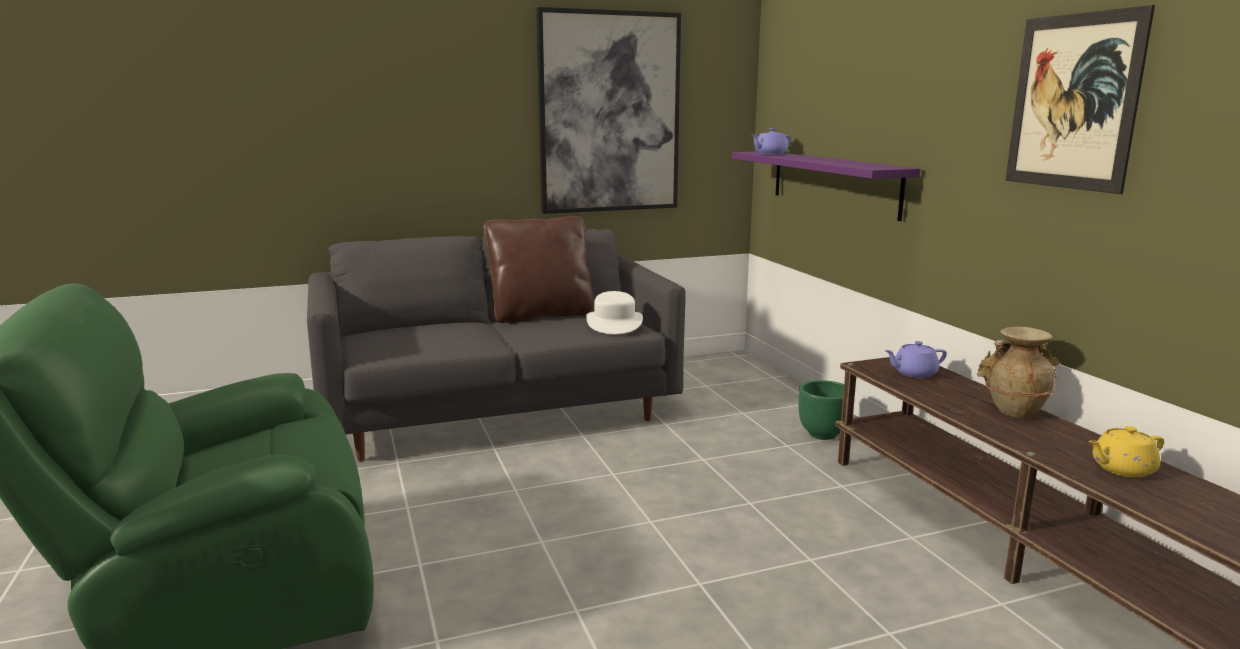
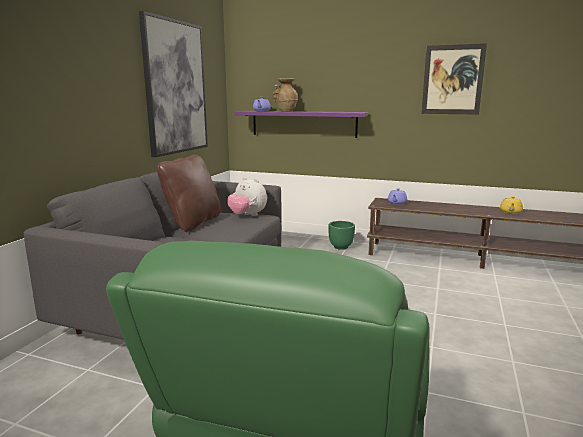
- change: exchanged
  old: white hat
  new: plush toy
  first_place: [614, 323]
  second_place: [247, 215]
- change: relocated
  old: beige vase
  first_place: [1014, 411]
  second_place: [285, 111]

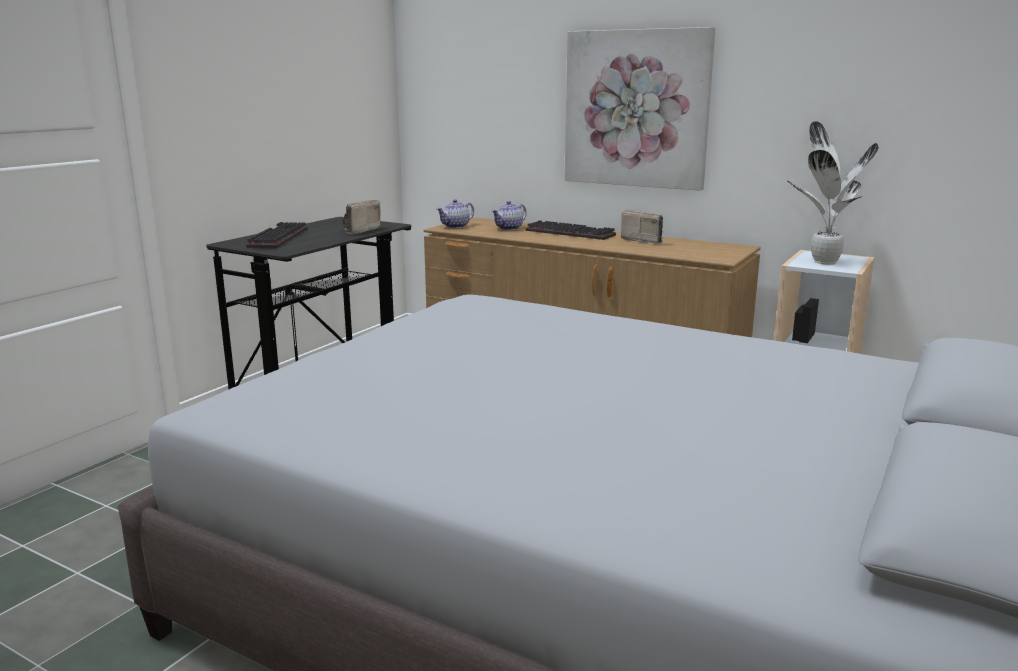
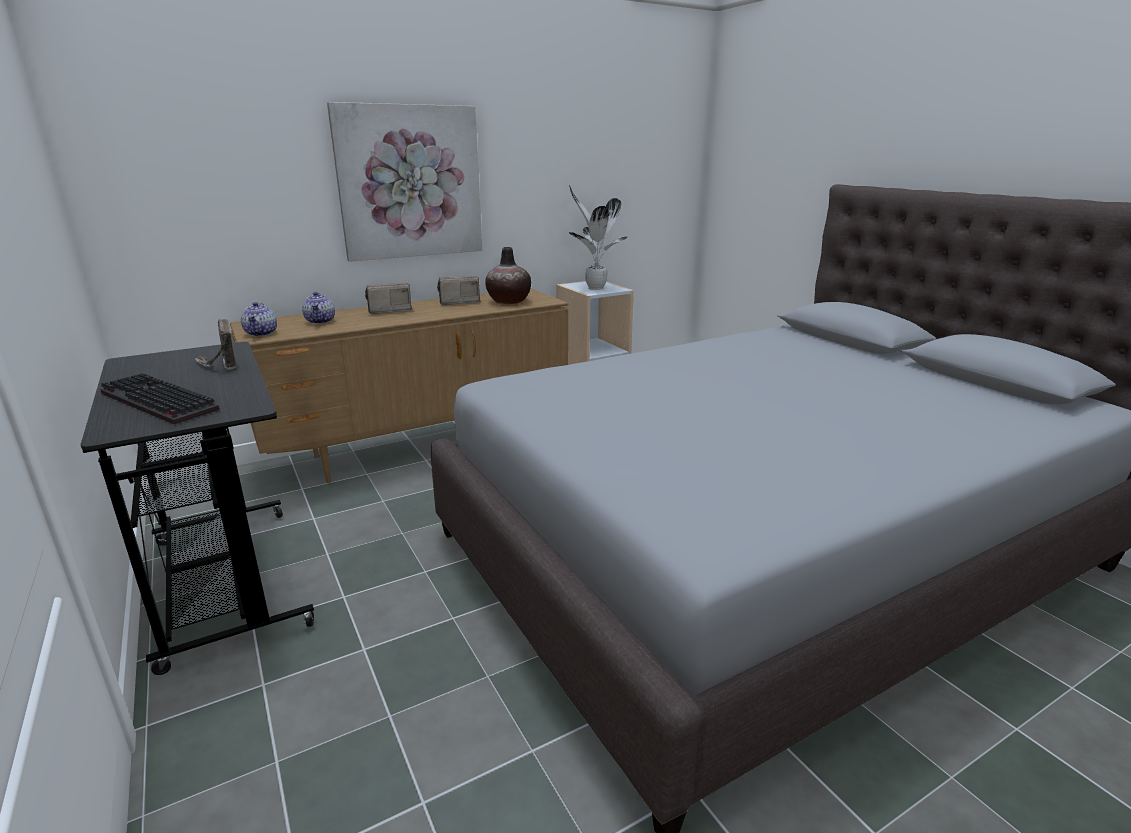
- change: exchanged
  old: keyboard
  new: radio
  first_place: [572, 233]
  second_place: [388, 311]
- change: appeared
  new: vase
  second_place: [508, 301]

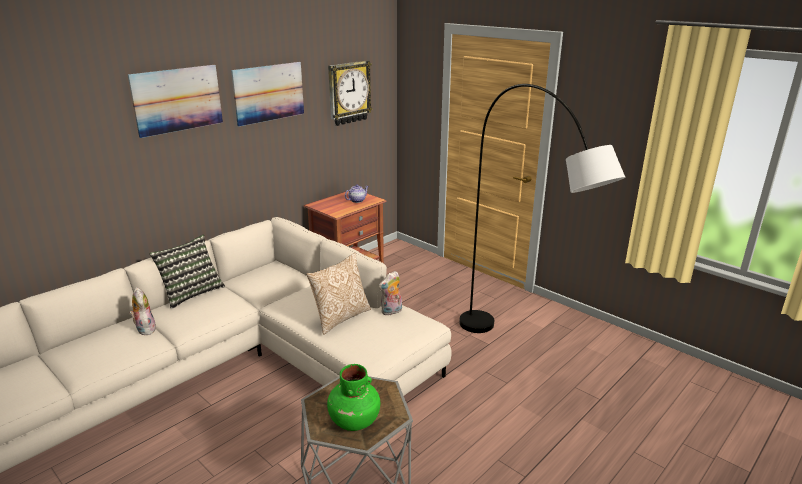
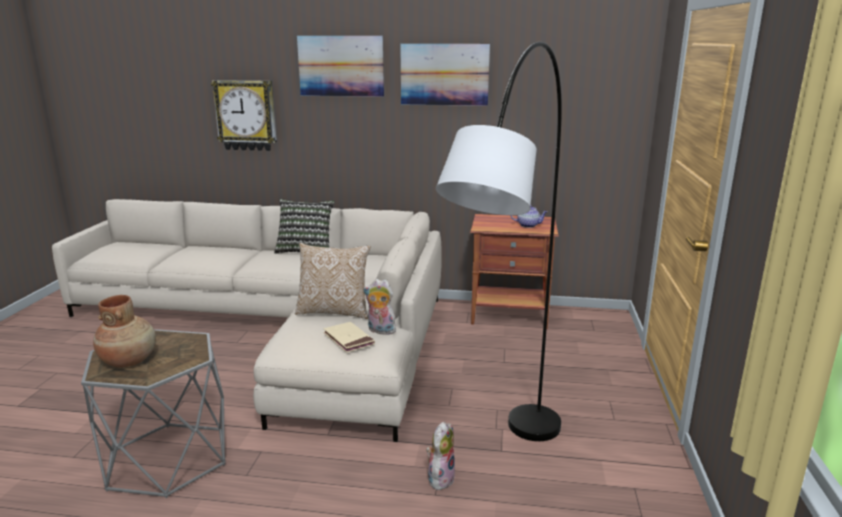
- change: relocated
  old: plush toy
  first_place: [144, 329]
  second_place: [440, 478]
- change: colour
  old: green vase
  new: brown vase
  first_place: [354, 420]
  second_place: [129, 360]
- change: relocated
  old: wall clock
  first_place: [349, 93]
  second_place: [246, 115]
- change: appeared
  new: beige book
  second_place: [348, 339]

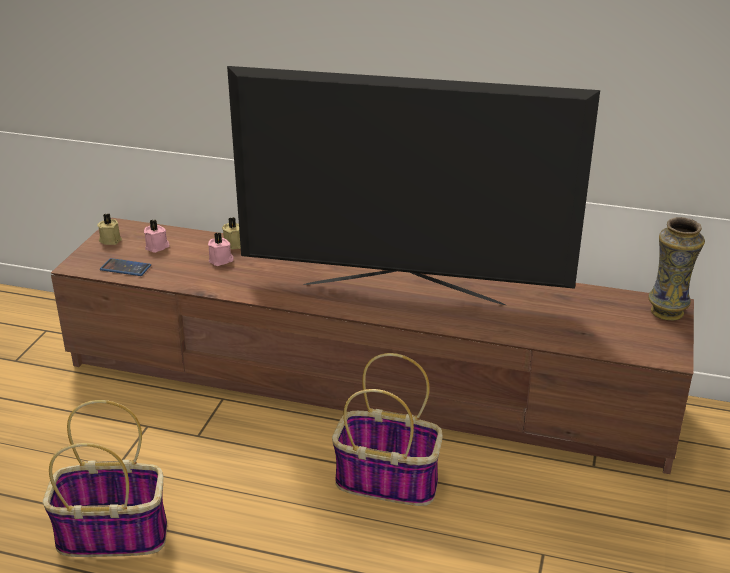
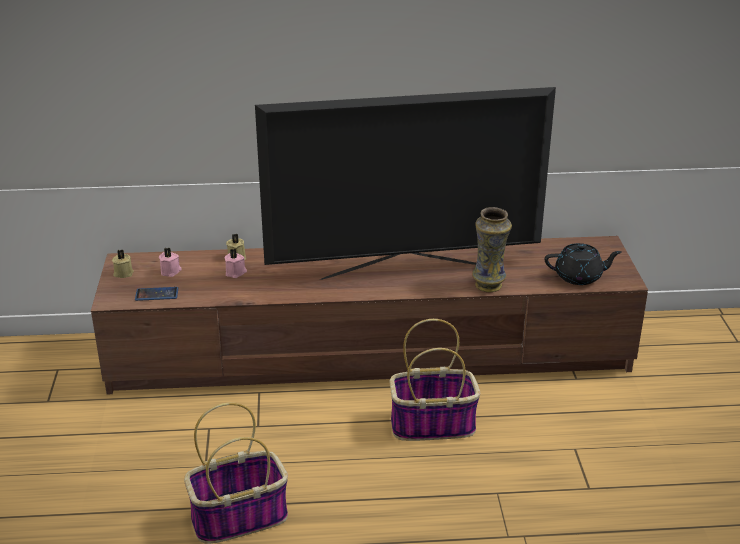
- change: relocated
  old: vase
  first_place: [667, 312]
  second_place: [489, 286]
- change: appeared
  new: black teapot
  second_place: [579, 277]

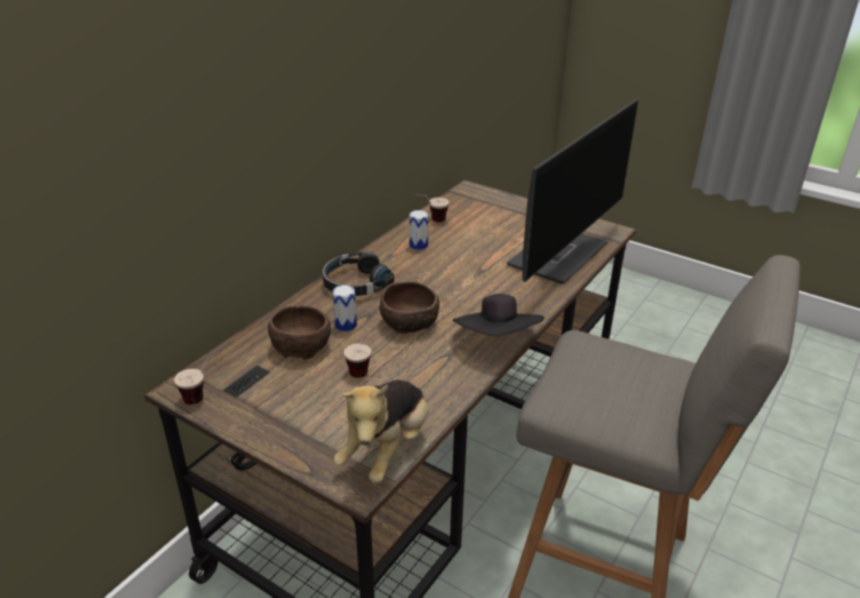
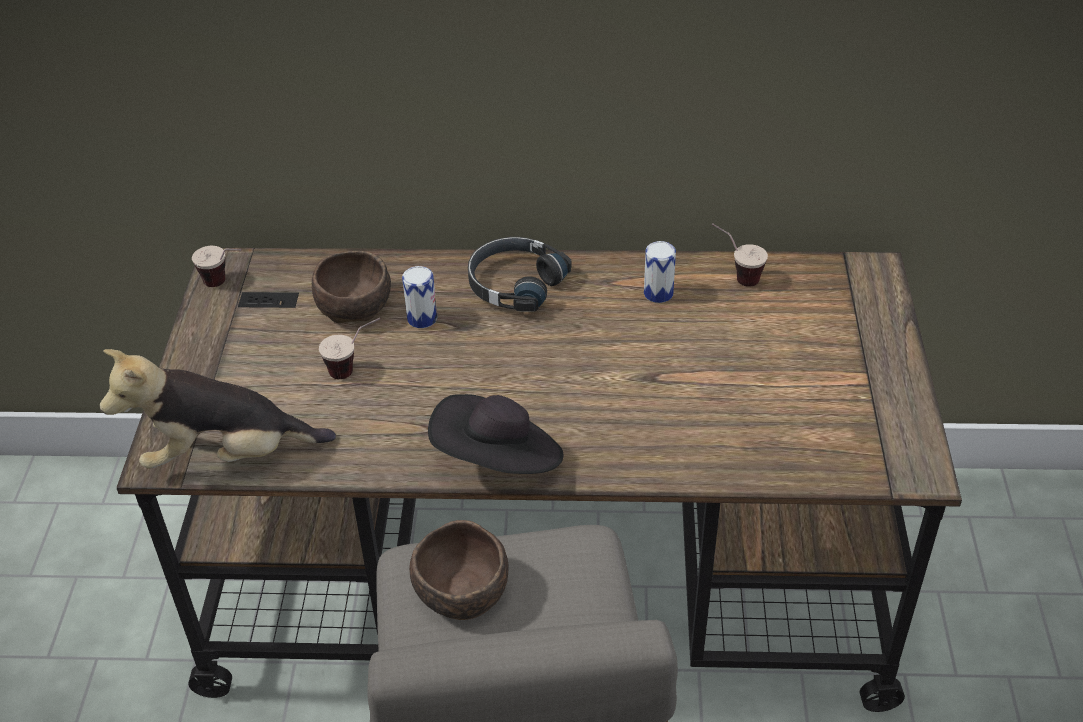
- change: relocated
  old: brown bowl
  first_place: [410, 323]
  second_place: [462, 592]
- change: missing
  old: monitor
  first_place: [558, 254]

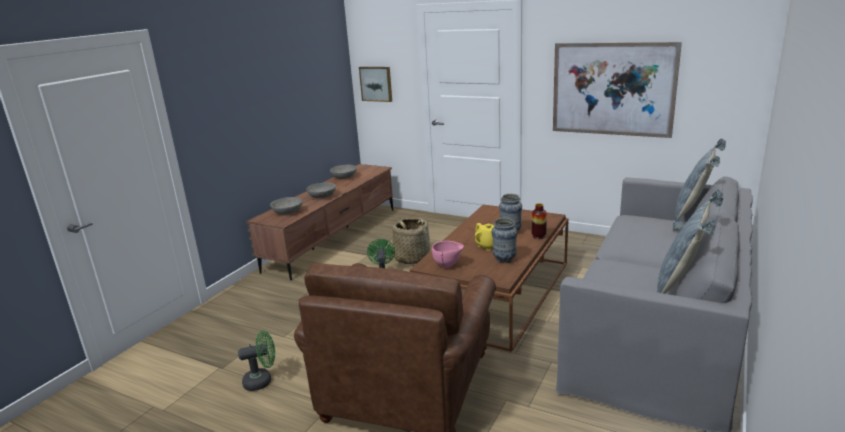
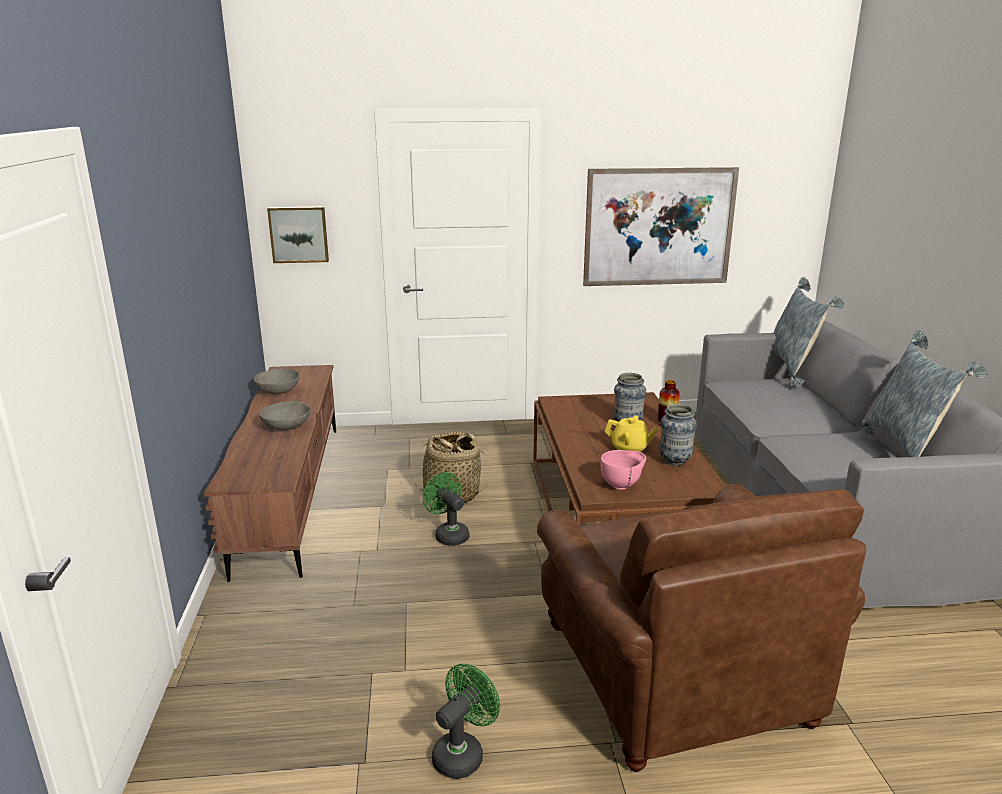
- change: missing
  old: grey bowl
  first_place: [288, 212]

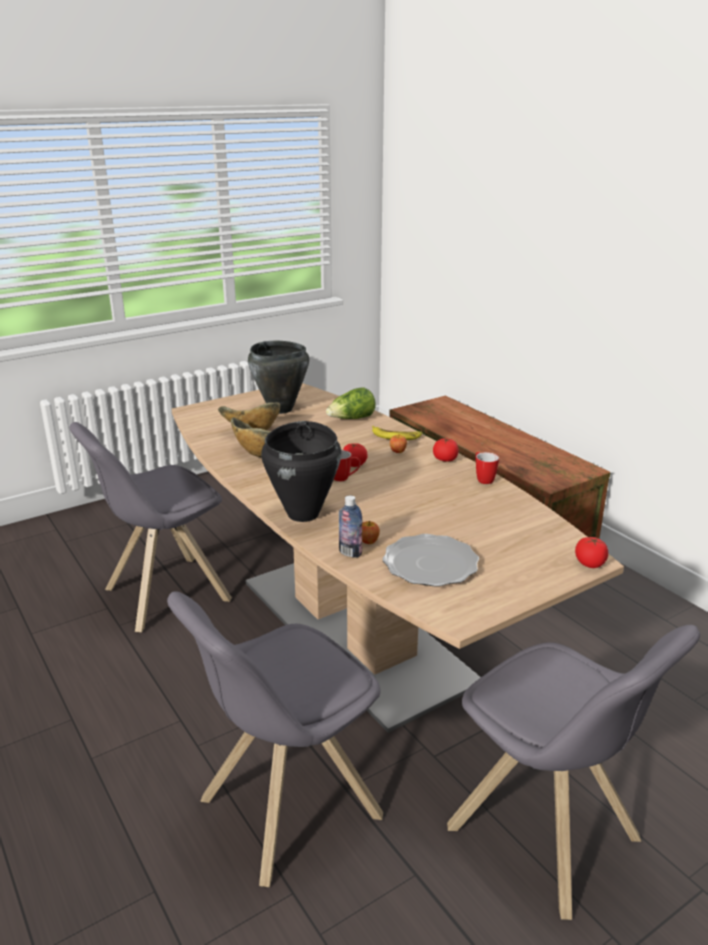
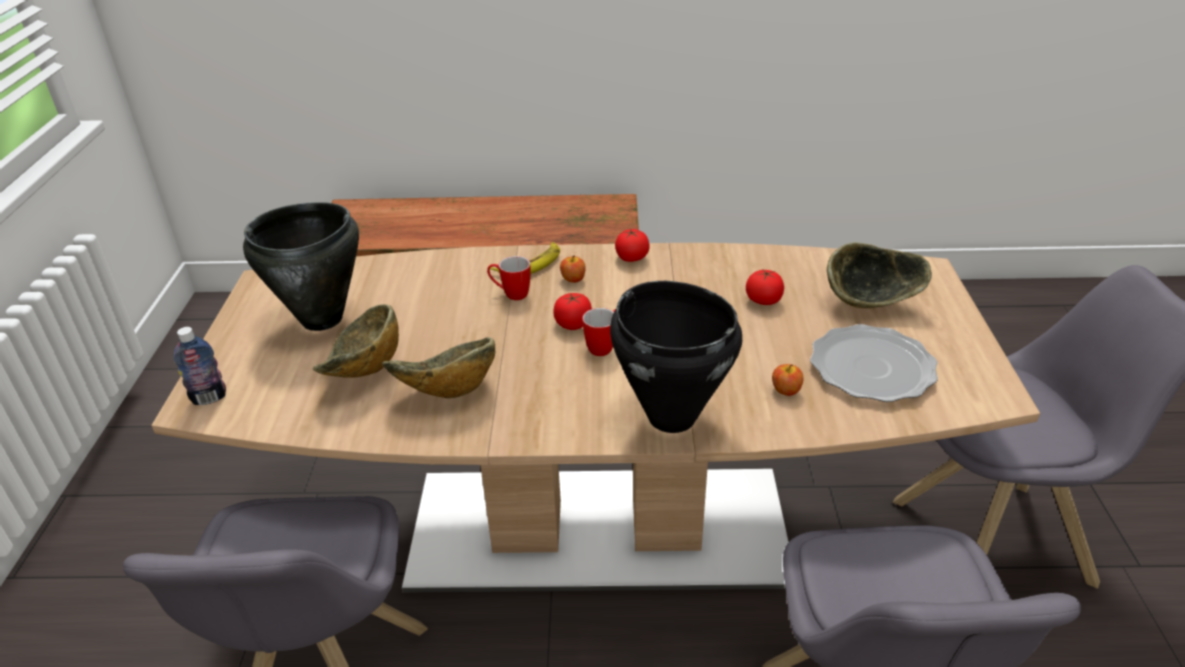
- change: missing
  old: lettuce
  first_place: [351, 419]
- change: relocated
  old: bottle
  first_place: [350, 553]
  second_place: [209, 398]
- change: relocated
  old: mug
  first_place: [483, 479]
  second_place: [510, 294]
- change: relocated
  old: tomato
  first_place: [589, 563]
  second_place: [763, 300]
- change: appeared
  new: bowl
  second_place: [869, 304]

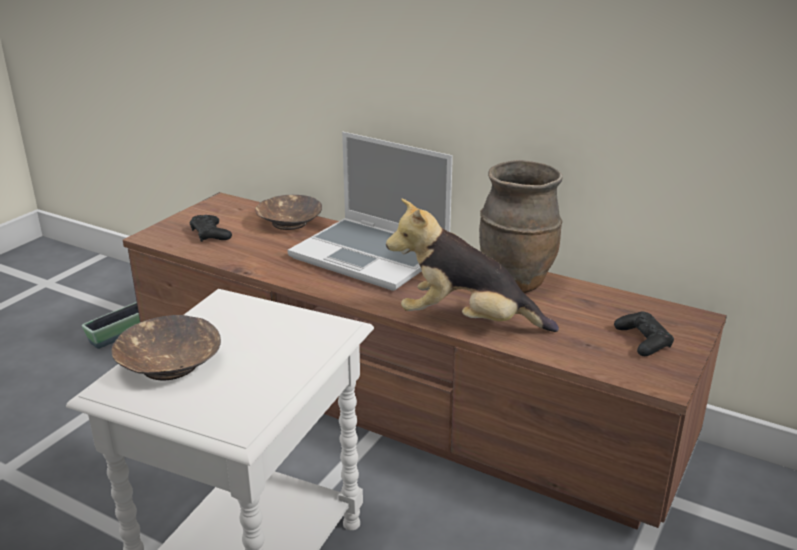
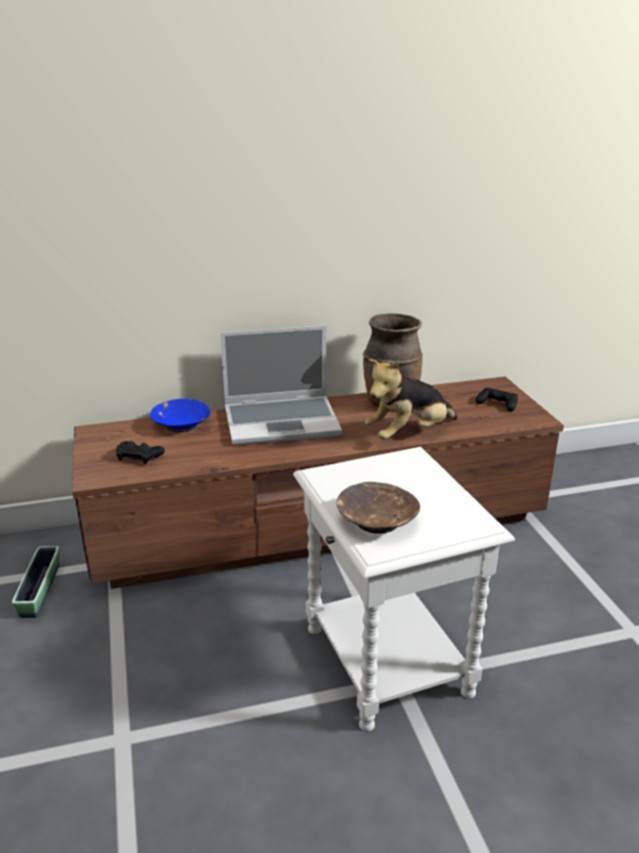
- change: colour
  old: brown bowl
  new: blue bowl
  first_place: [289, 222]
  second_place: [180, 425]

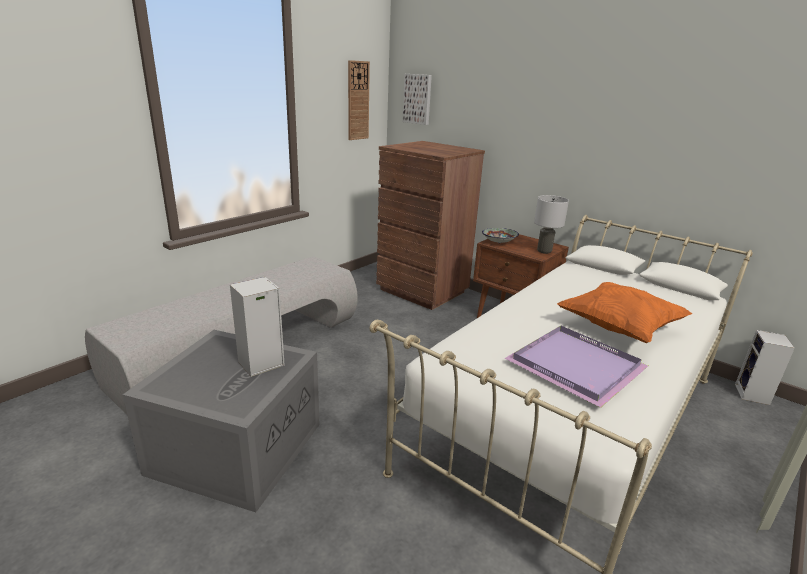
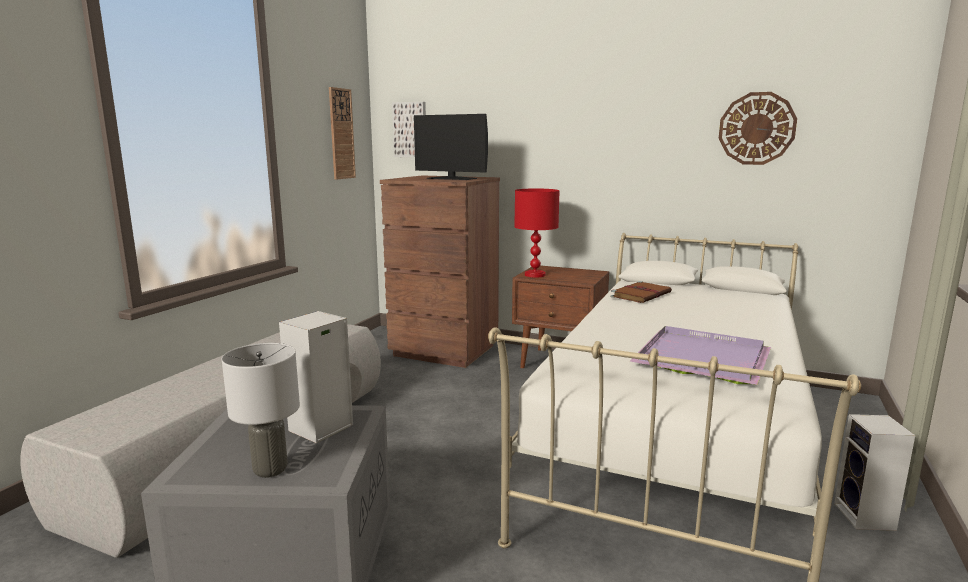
- change: exchanged
  old: bowl
  new: red table lamp
  first_place: [498, 242]
  second_place: [535, 275]
- change: relocated
  old: white table lamp
  first_place: [545, 251]
  second_place: [272, 470]
- change: missing
  old: orange pillow
  first_place: [618, 328]
- change: relocated
  old: speaker
  first_place: [753, 395]
  second_place: [866, 518]
- change: appeared
  new: monitor
  second_place: [451, 178]
- change: appeared
  new: brown book
  second_place: [641, 294]
- change: appeared
  new: wall clock
  second_place: [756, 128]

